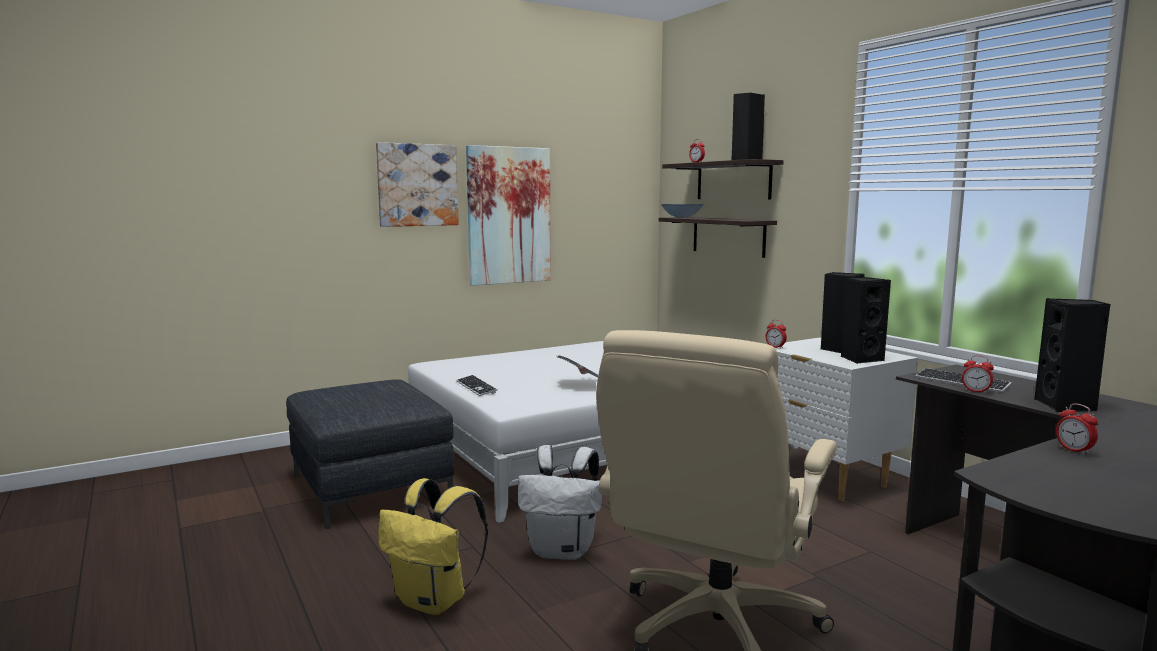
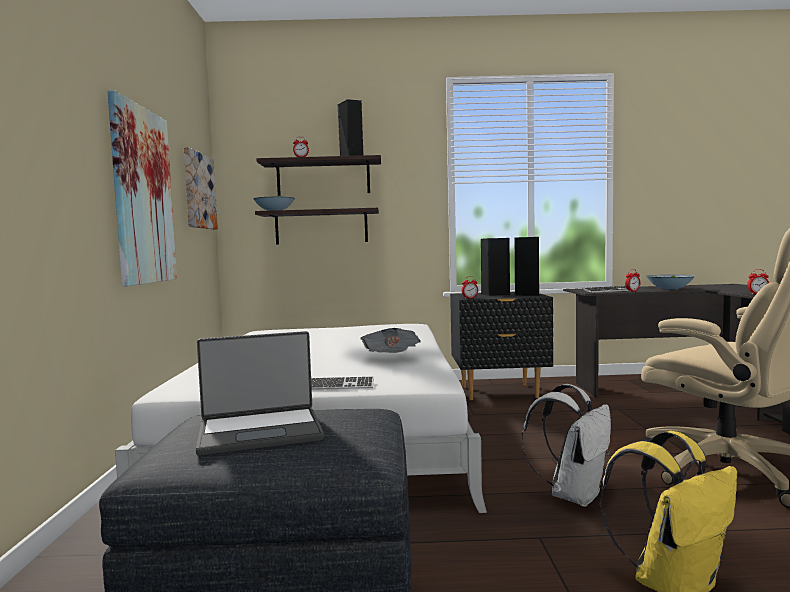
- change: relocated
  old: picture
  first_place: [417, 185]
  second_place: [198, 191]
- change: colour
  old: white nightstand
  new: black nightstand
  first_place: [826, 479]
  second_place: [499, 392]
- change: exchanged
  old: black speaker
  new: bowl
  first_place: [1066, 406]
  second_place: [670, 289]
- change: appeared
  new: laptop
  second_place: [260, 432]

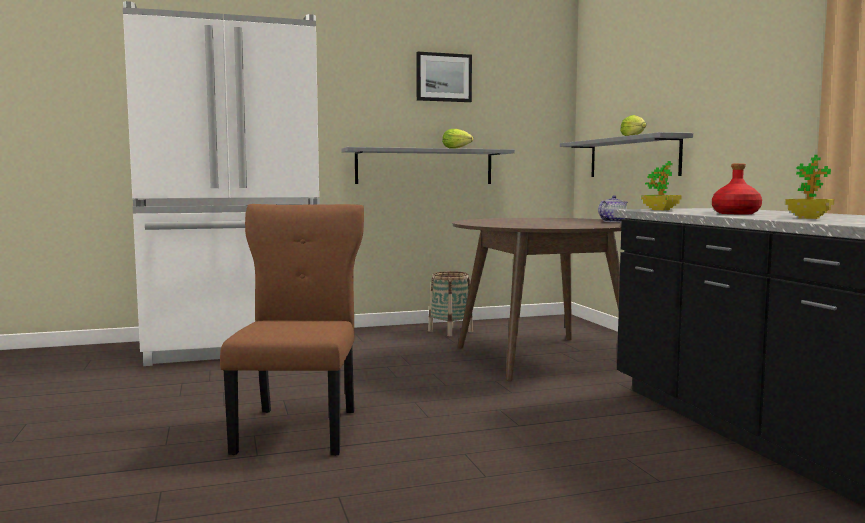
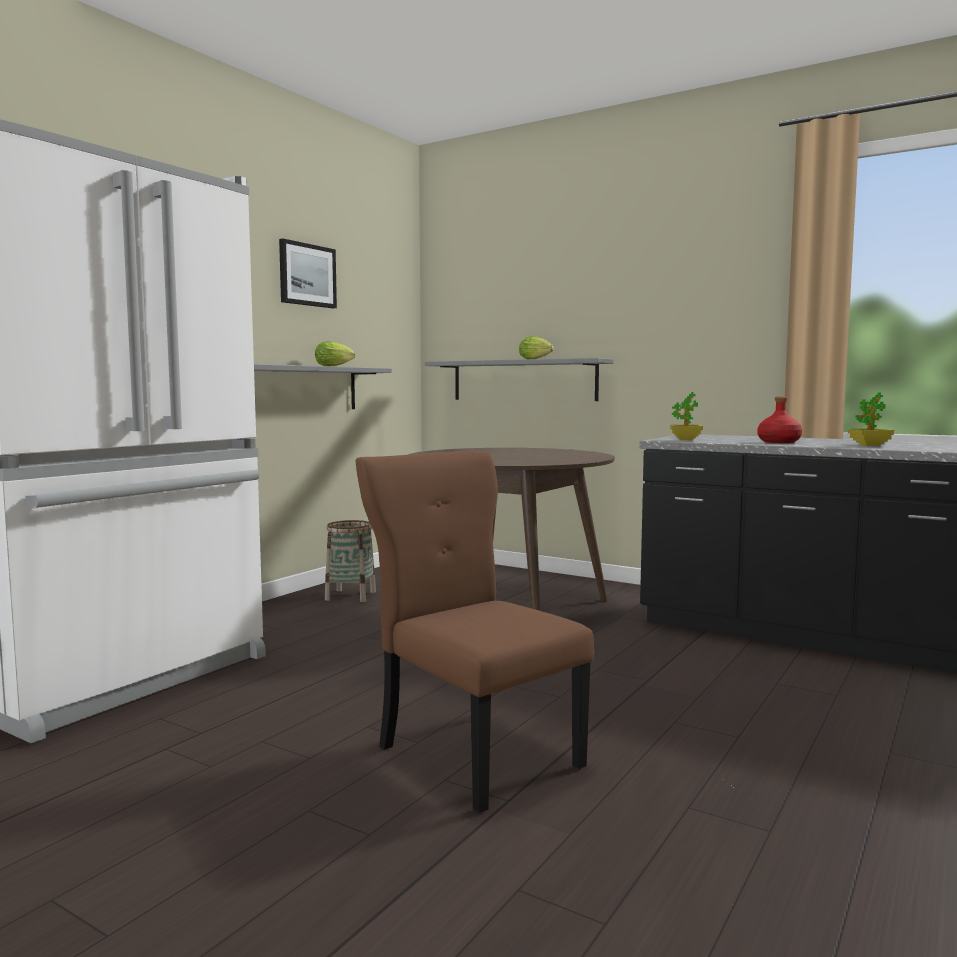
- change: missing
  old: teapot
  first_place: [612, 221]

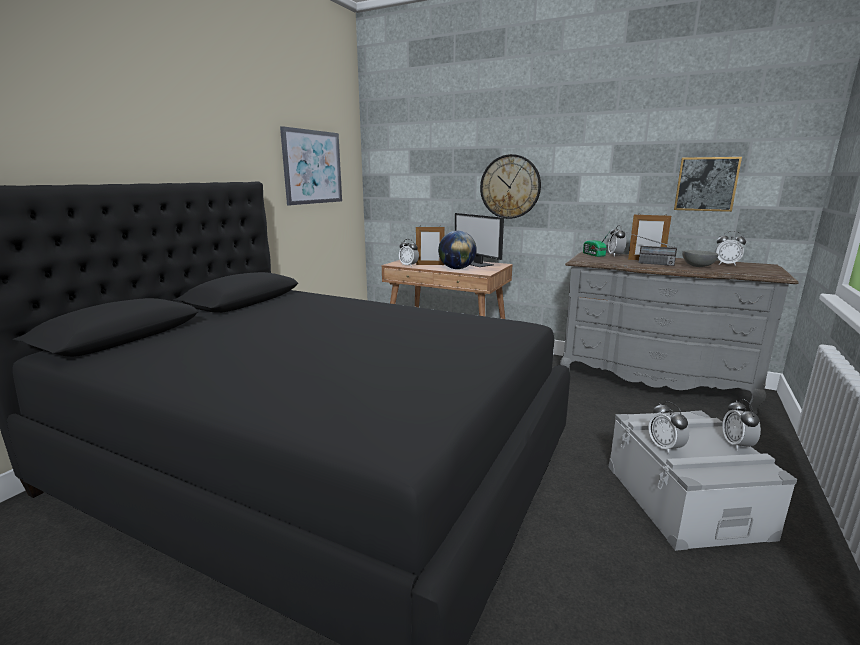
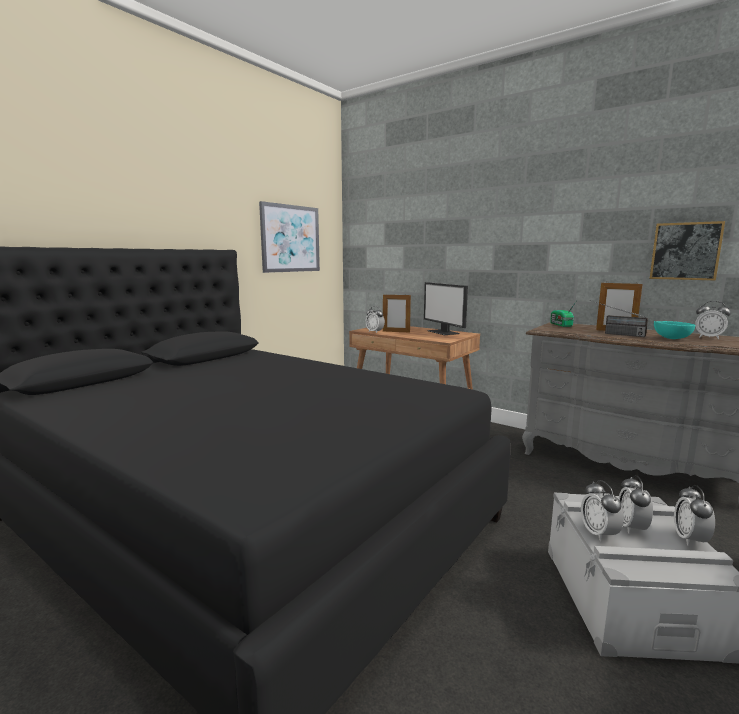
- change: missing
  old: globe
  first_place: [457, 269]
- change: missing
  old: wall clock
  first_place: [510, 187]
- change: relocated
  old: alarm clock
  first_place: [615, 255]
  second_place: [631, 527]
- change: colour
  old: grey bowl
  new: turquoise bowl
  first_place: [696, 266]
  second_place: [670, 338]

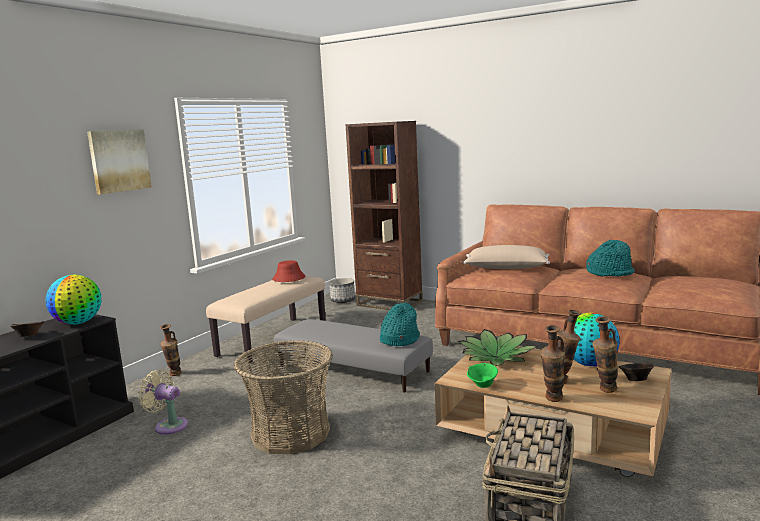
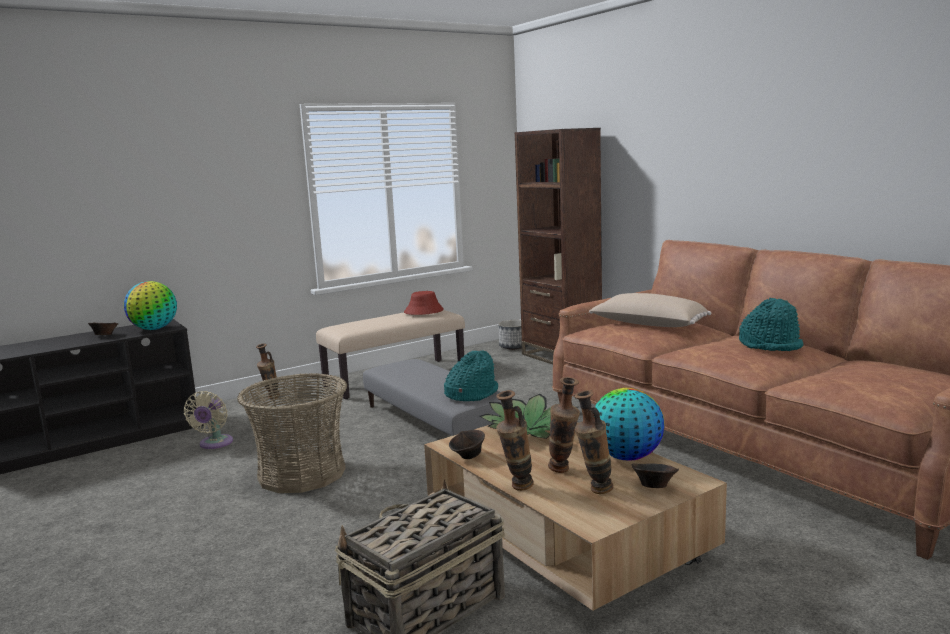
- change: missing
  old: picture
  first_place: [119, 160]
- change: spun
  old: beige fan
  first_place: [168, 425]
  second_place: [214, 444]
  degrees: -135
- change: colour
  old: green bowl
  new: brown bowl
  first_place: [483, 385]
  second_place: [468, 456]

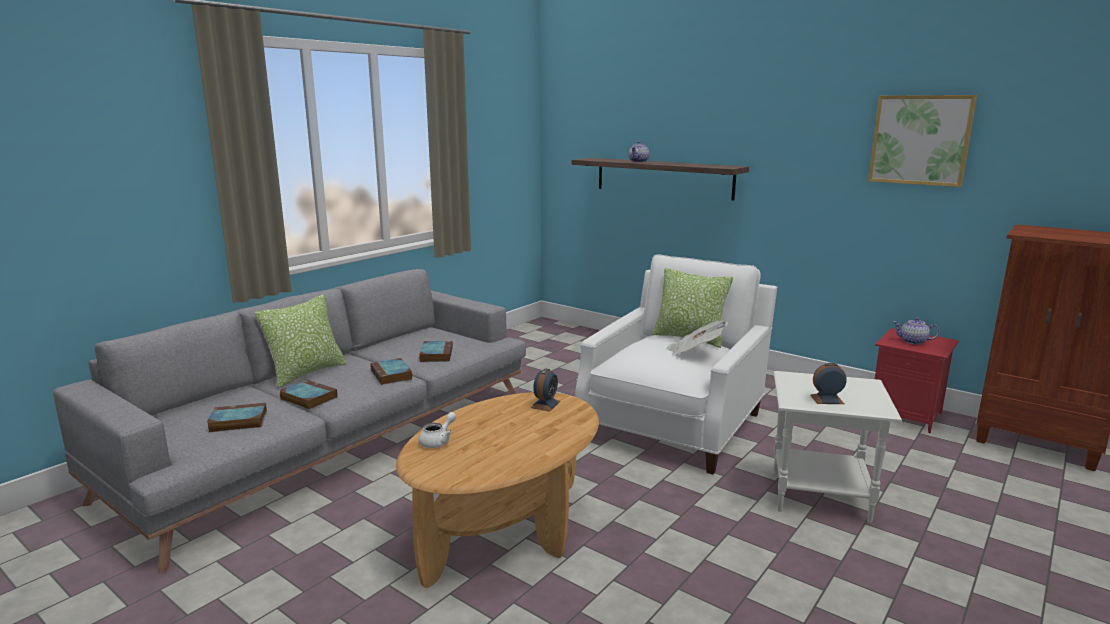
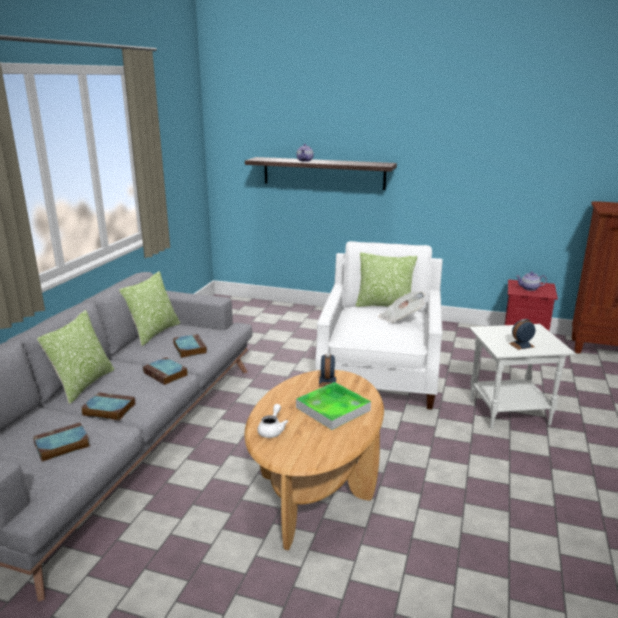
- change: missing
  old: picture
  first_place: [920, 140]
- change: appeared
  new: pillow
  second_place: [154, 333]
- change: appeared
  new: tray
  second_place: [333, 409]

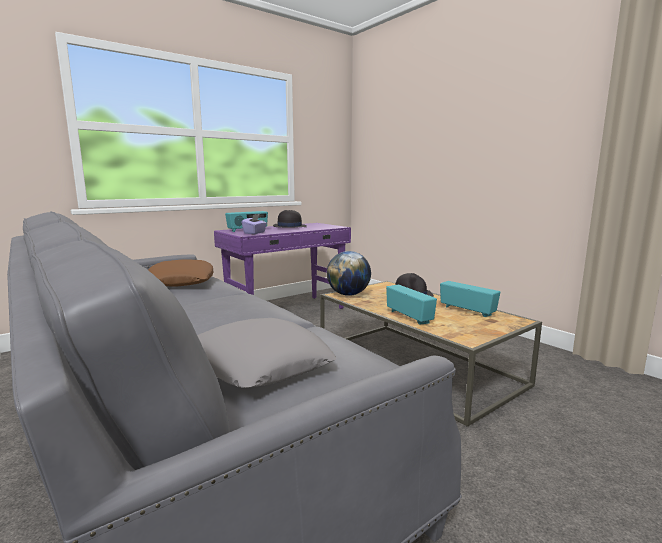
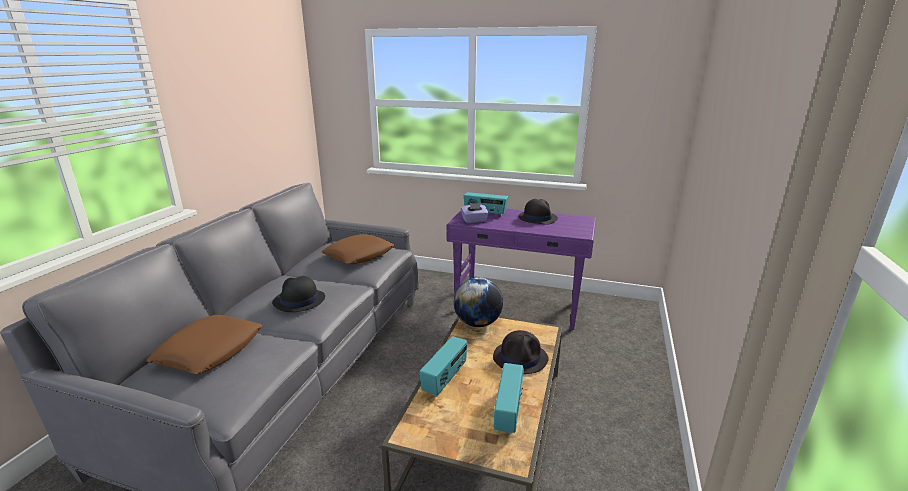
- change: colour
  old: grey pillow
  new: brown pillow
  first_place: [260, 362]
  second_place: [210, 350]
- change: appeared
  new: black hat
  second_place: [299, 301]

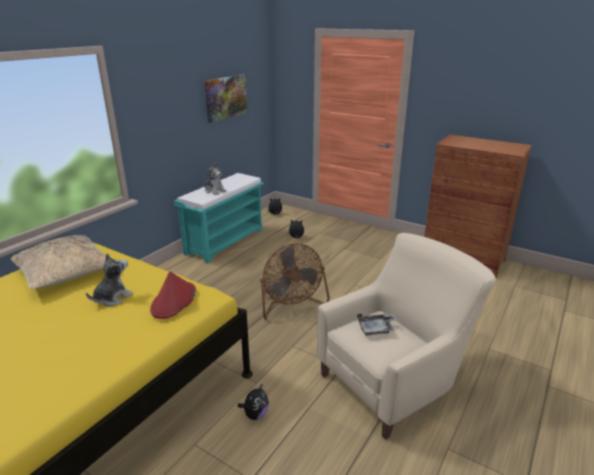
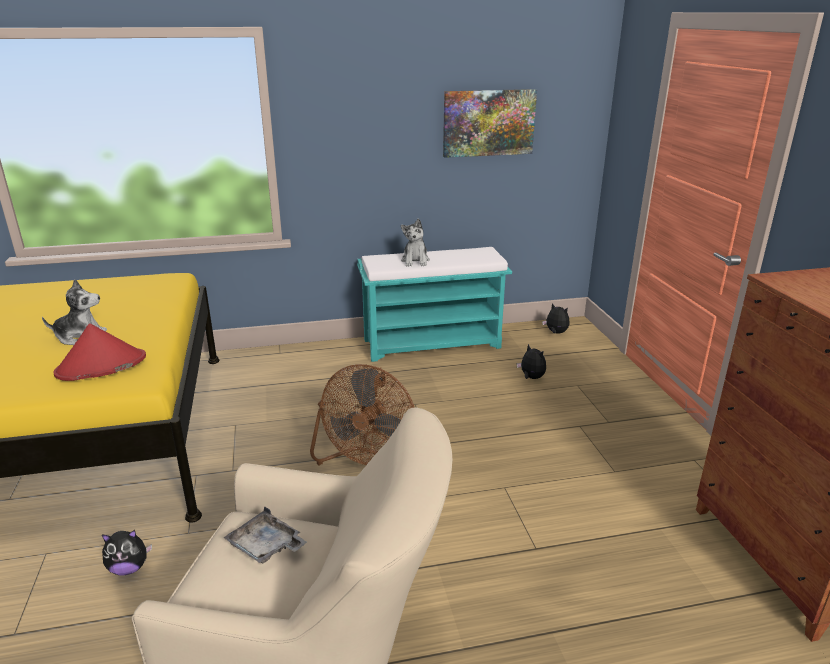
- change: missing
  old: beige pillow
  first_place: [65, 271]

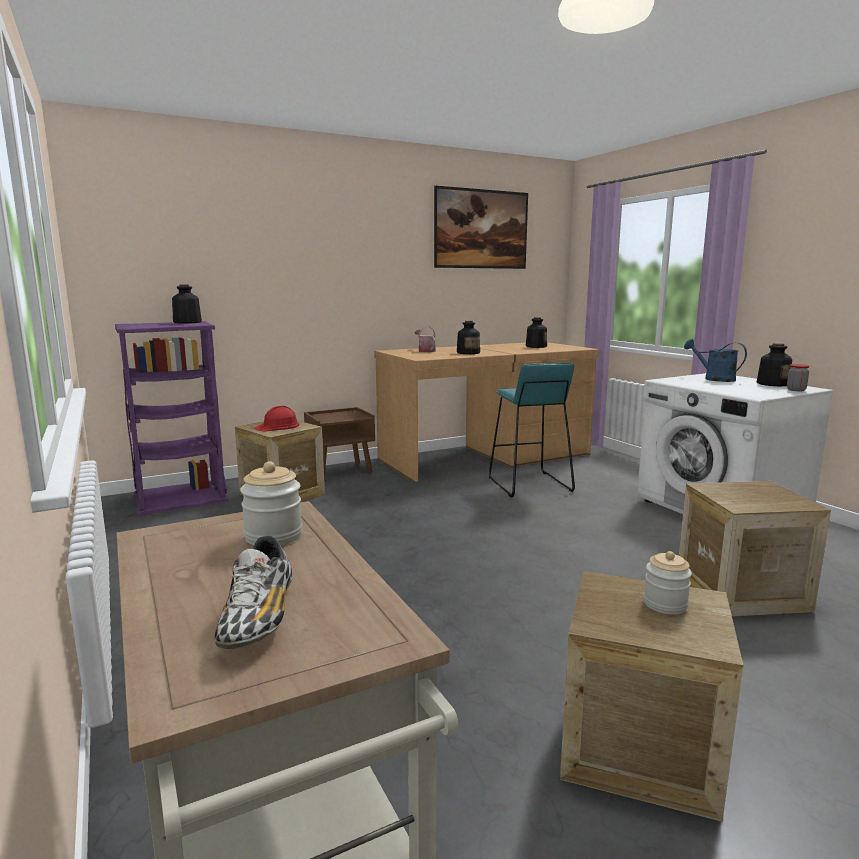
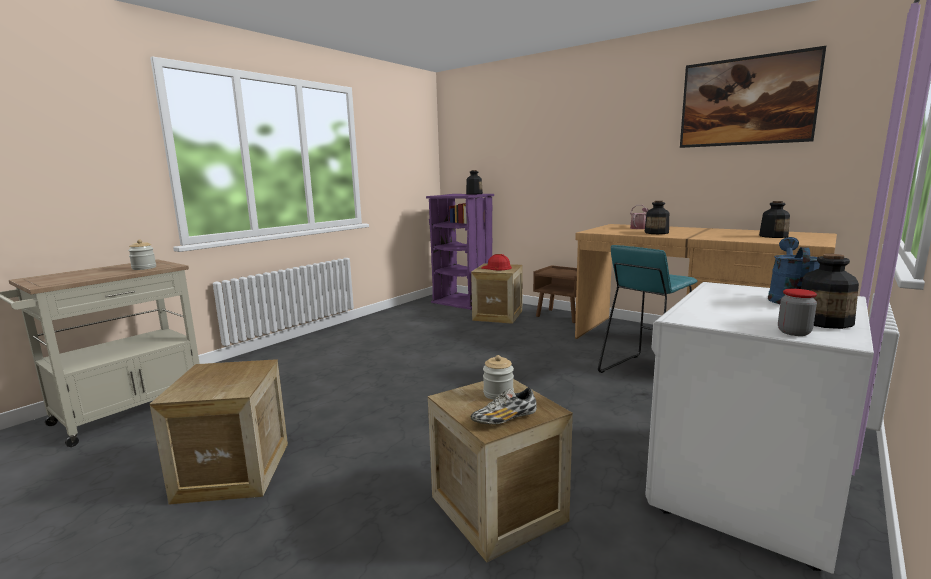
- change: relocated
  old: shoe
  first_place: [259, 619]
  second_place: [504, 420]
- change: relocated
  old: jar
  first_place: [665, 604]
  second_place: [498, 394]

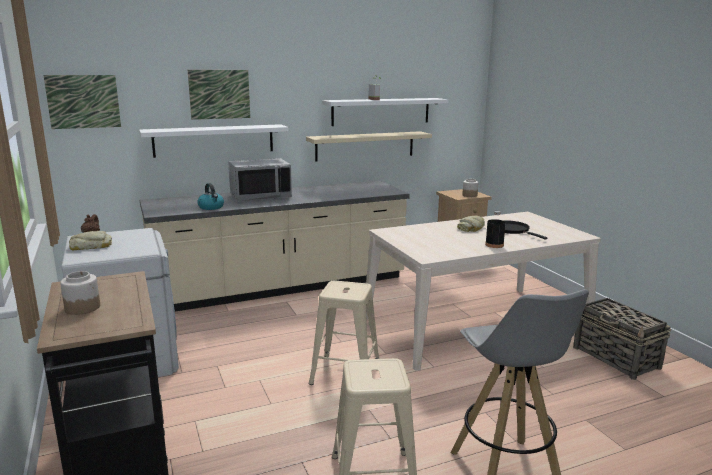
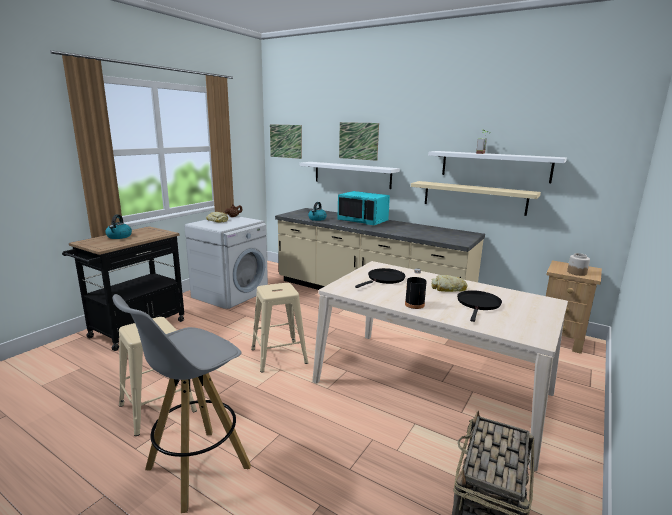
- change: exchanged
  old: jar
  new: kettle
  first_place: [82, 307]
  second_place: [119, 236]
- change: colour
  old: grey microwave
  new: turquoise microwave
  first_place: [260, 196]
  second_place: [363, 221]
- change: appeared
  new: black frying pan
  second_place: [384, 279]

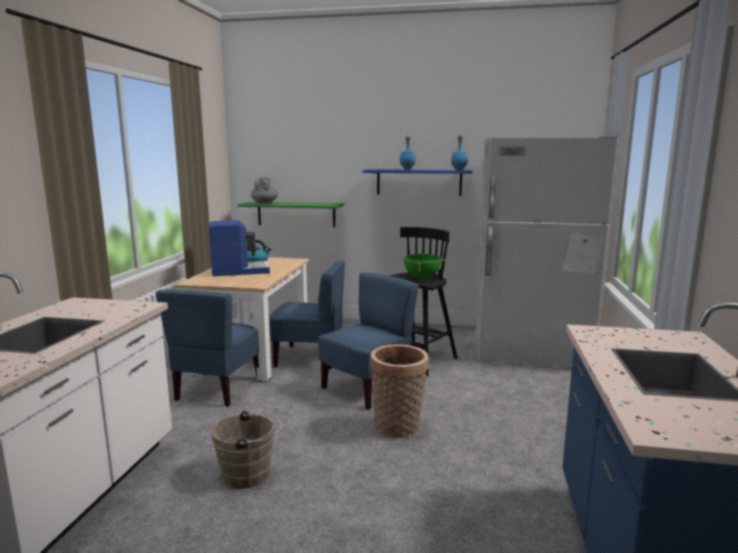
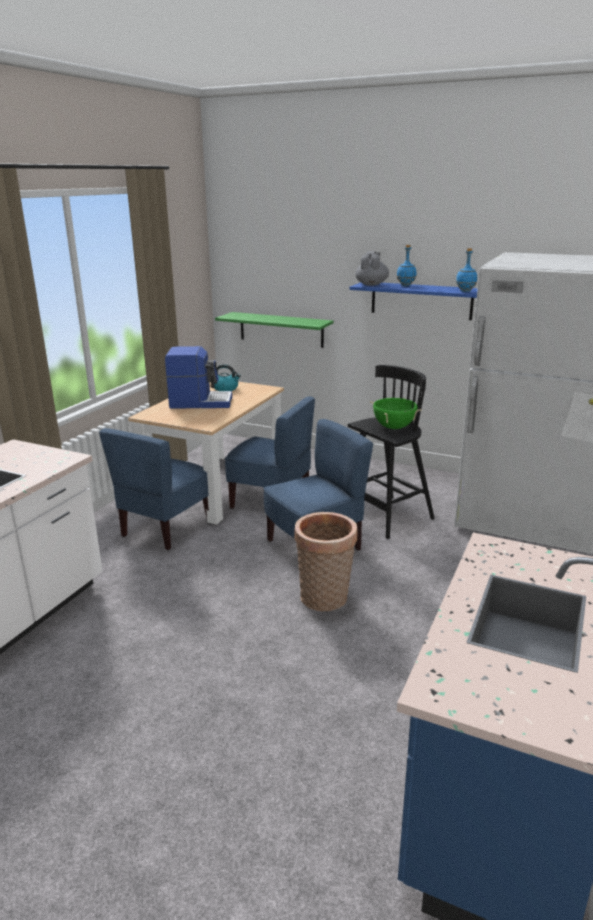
- change: missing
  old: brown bucket
  first_place: [250, 474]
- change: relocated
  old: grey teapot
  first_place: [264, 203]
  second_place: [371, 284]

